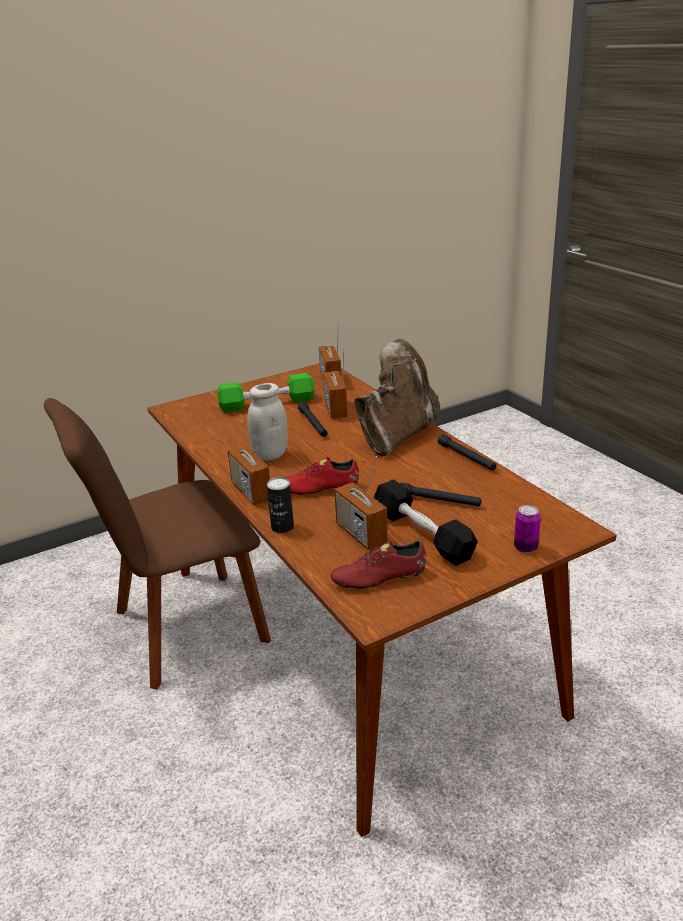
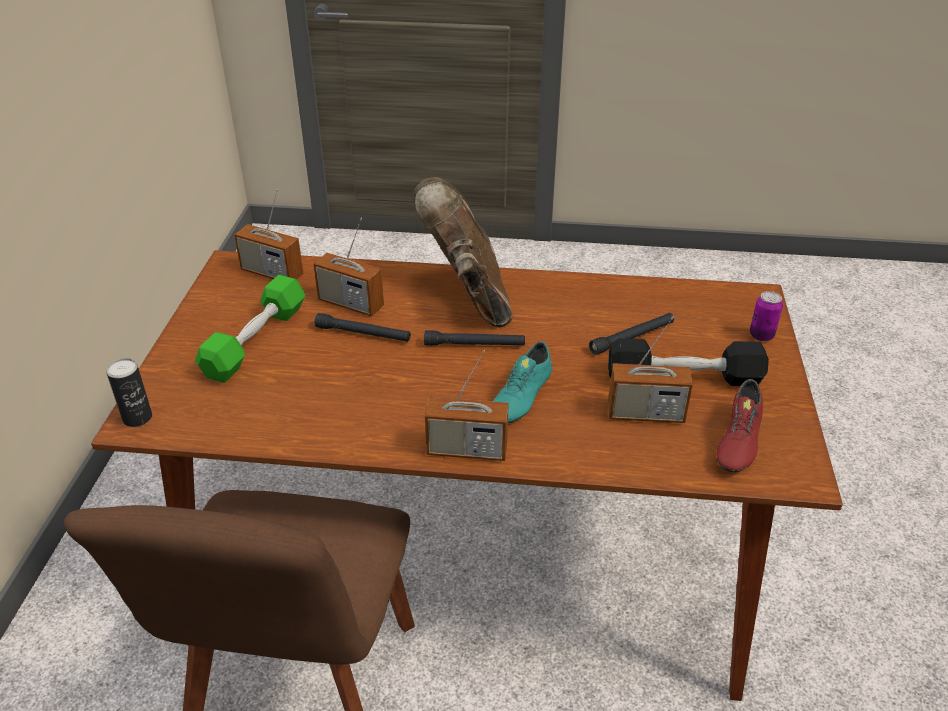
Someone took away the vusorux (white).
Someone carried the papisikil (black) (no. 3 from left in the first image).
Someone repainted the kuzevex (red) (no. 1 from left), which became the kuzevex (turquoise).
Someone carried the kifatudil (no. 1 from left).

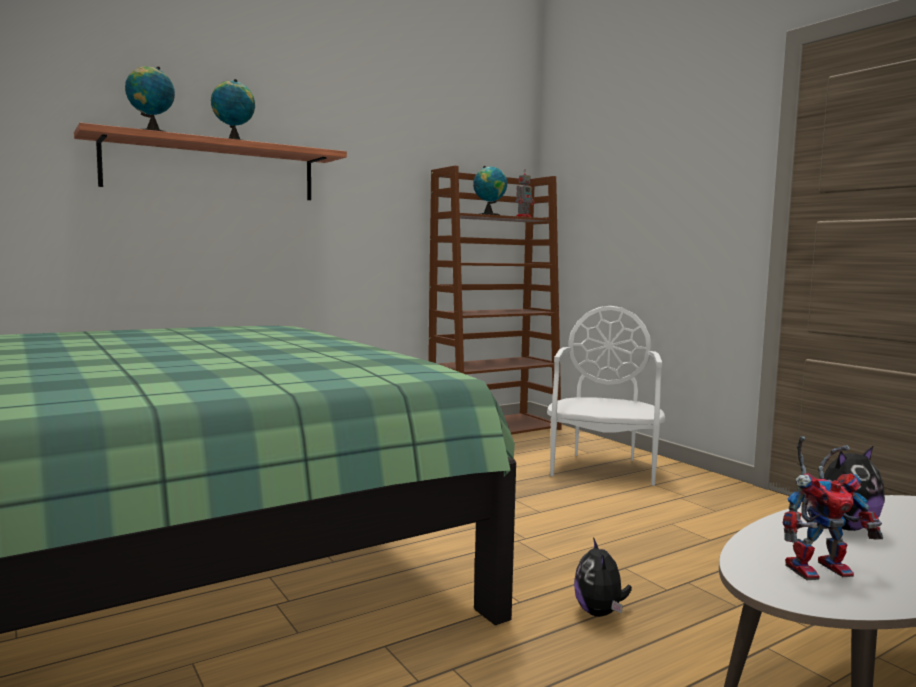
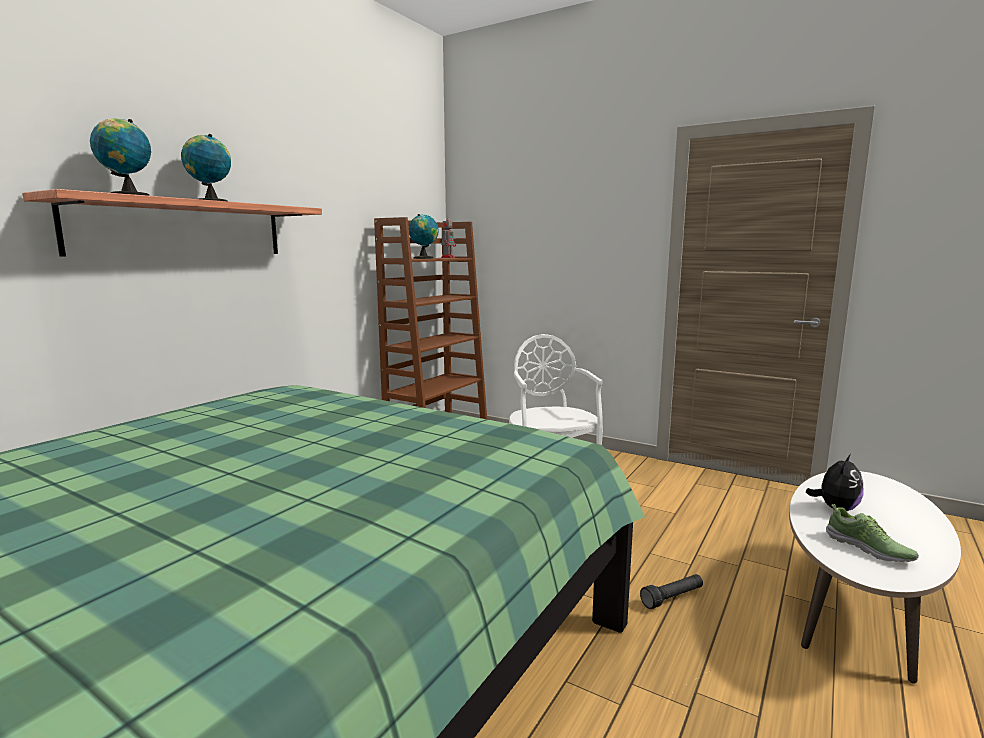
Someone swapped the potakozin (no. 2 from left) for the kuzevex.
Someone swapped the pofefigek (no. 1 from left) for the papisikil (black).

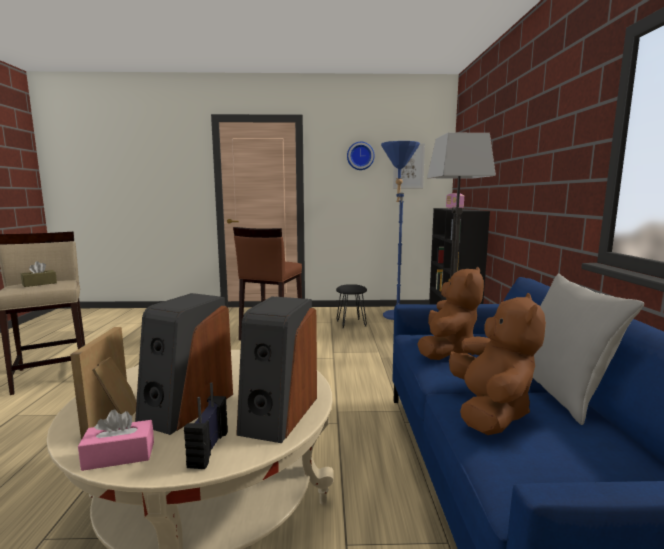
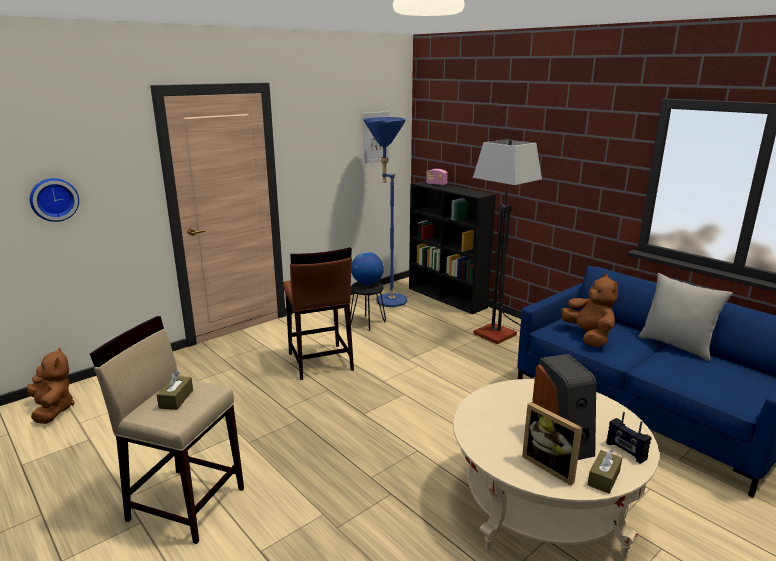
Someone carried the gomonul.
Someone carried the pofefigek (brown) (no. 2 from left in the first image).
Someone took away the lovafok (no. 2 from left).
Someone repainted the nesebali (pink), which became the nesebali (brown) (no. 2 from left).
Someone put down the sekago.

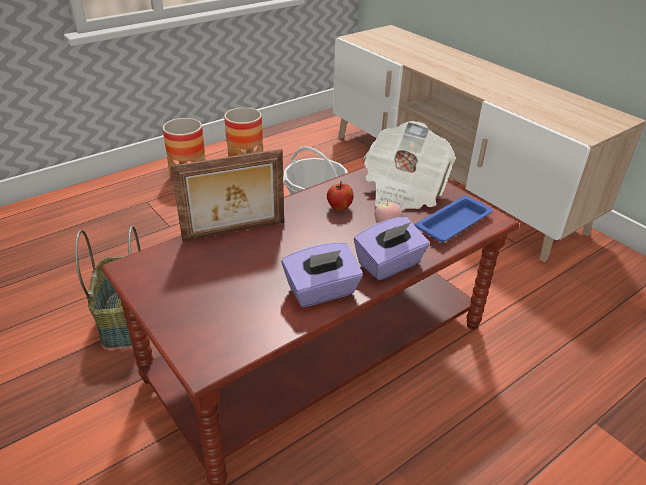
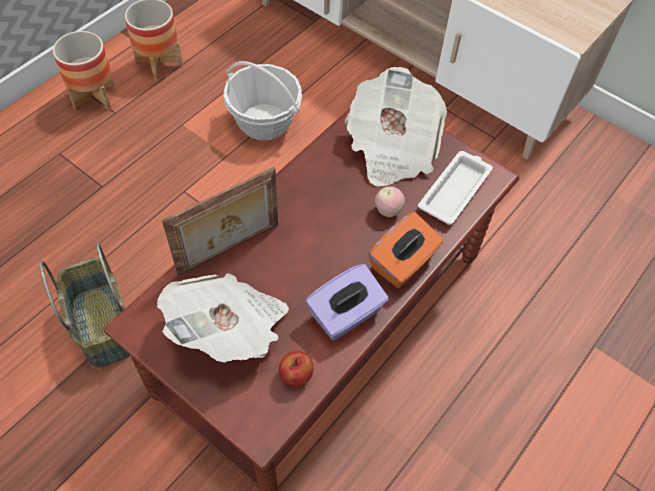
Someone carried the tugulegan (no. 1 from left).
Someone repainted the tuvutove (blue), which became the tuvutove (white).
Someone repainted the nesebali (purple) (no. 2 from left), which became the nesebali (orange).
Someone put down the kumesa (no. 1 from left).

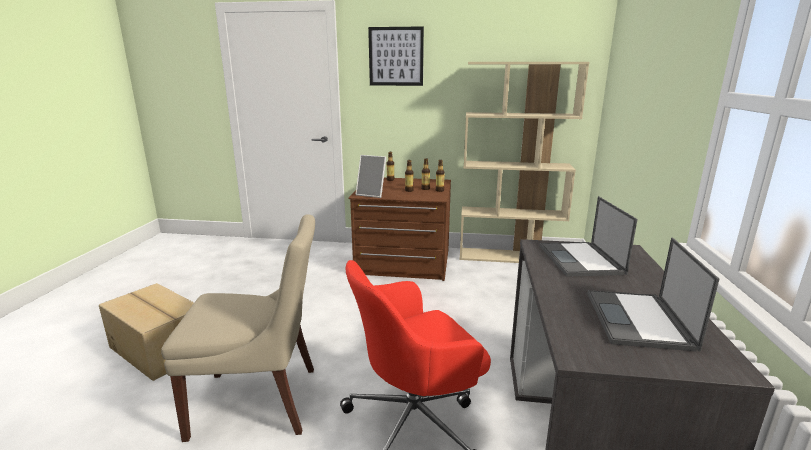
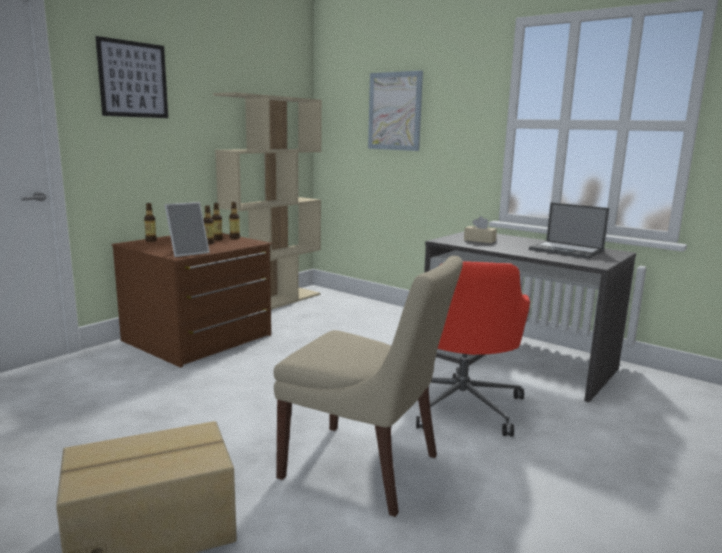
Someone swapped the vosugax (no. 1 from left) for the nesebali (beige).
Someone rotated the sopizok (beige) by 90 degrees clockwise.
Someone put up the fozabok (no. 2 from left).

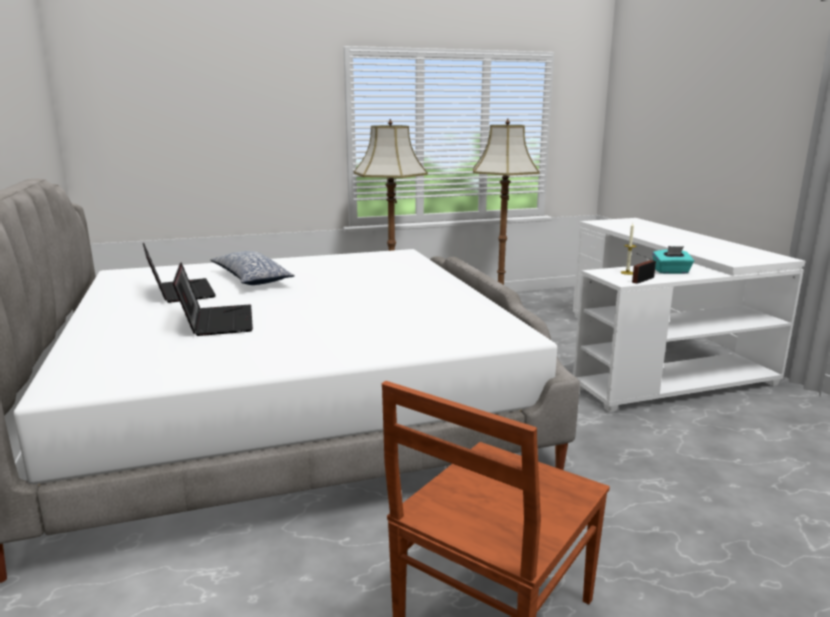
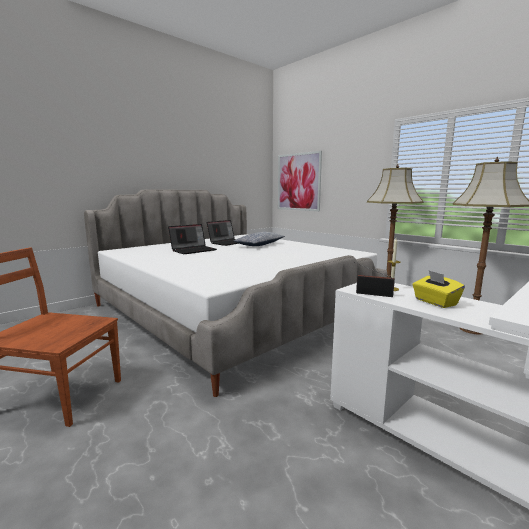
Someone repainted the nesebali (turquoise), which became the nesebali (yellow).
Someone put up the fozabok.

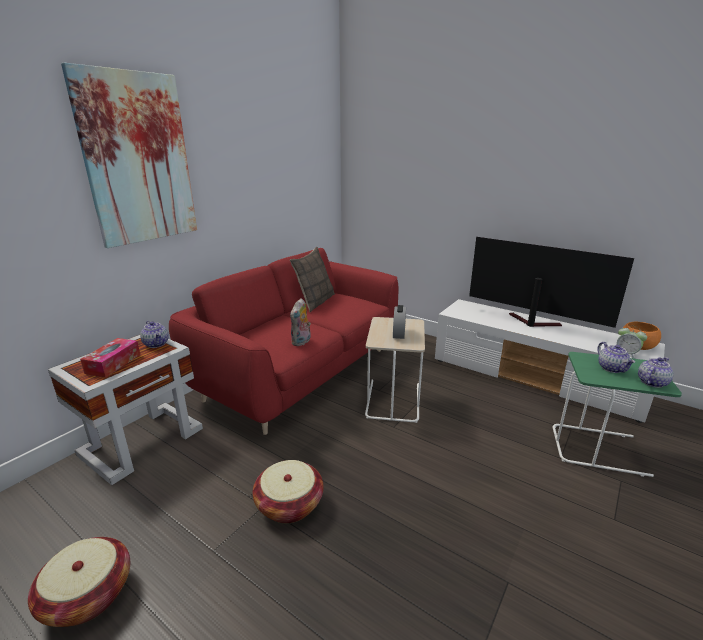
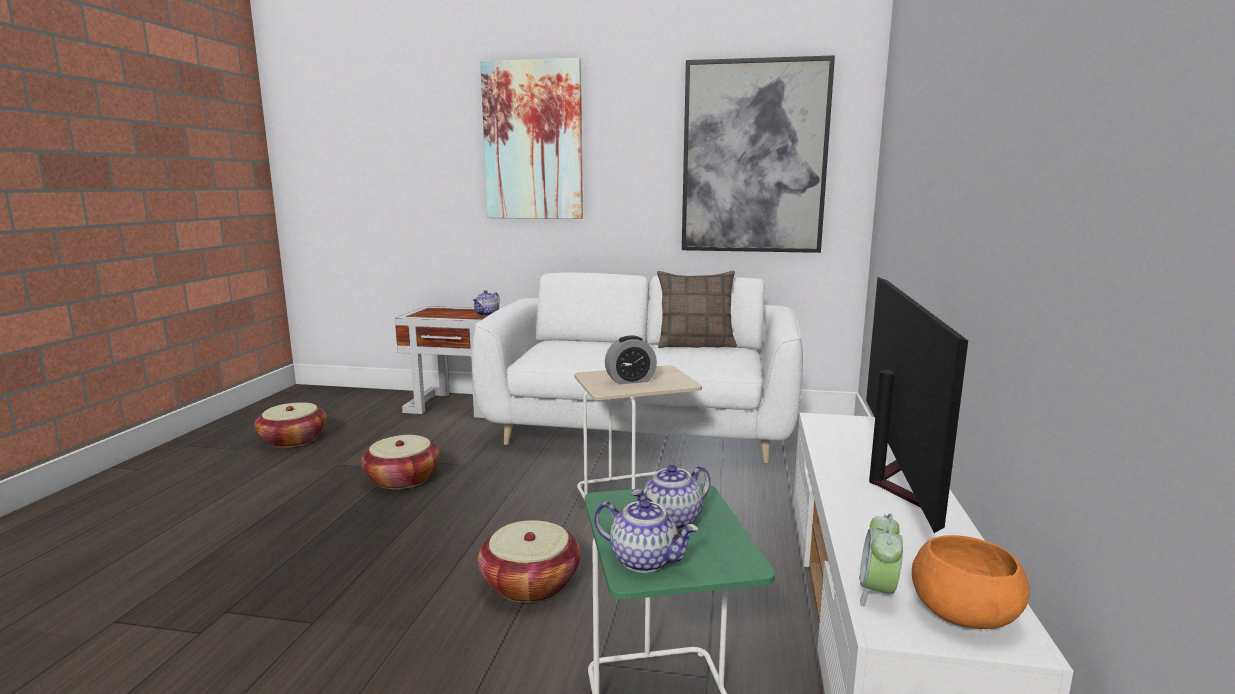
Someone repainted the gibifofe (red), which became the gibifofe (white).
Someone took away the pofefigek.
Someone took away the nesebali.
Someone put up the fozabok (no. 2 from left).
Someone put down the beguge (no. 3 from left).

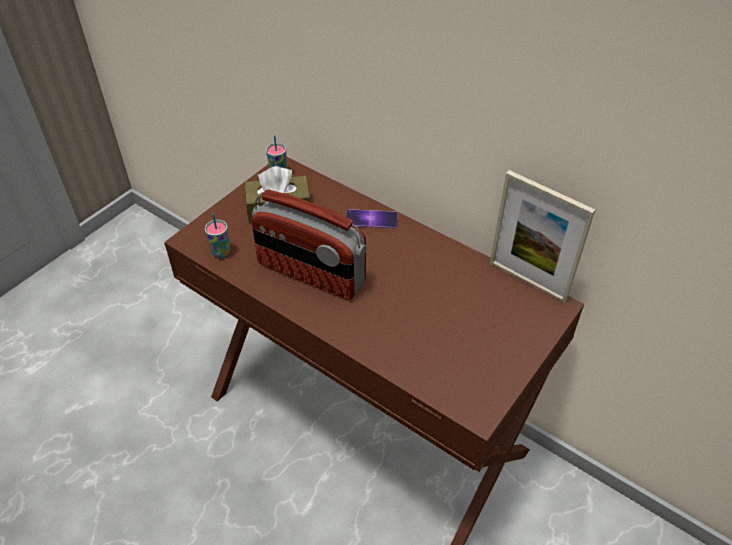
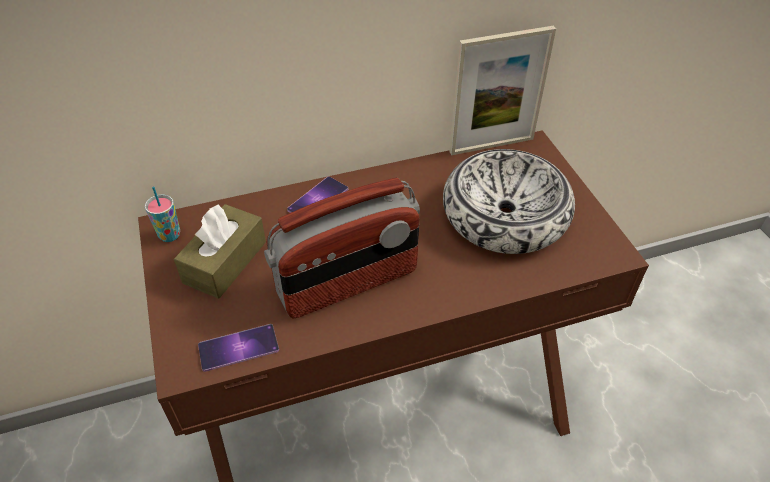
Someone swapped the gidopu (no. 1 from left) for the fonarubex (no. 1 from left).
Someone put down the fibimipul.

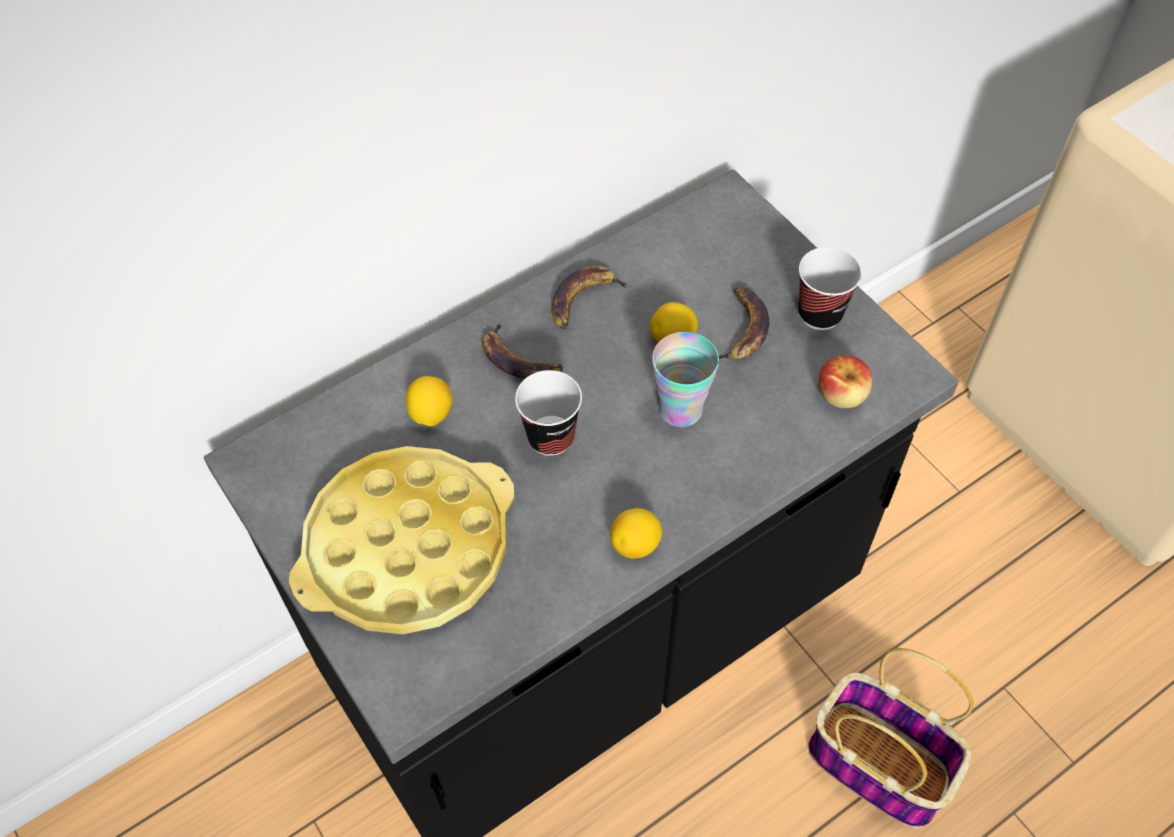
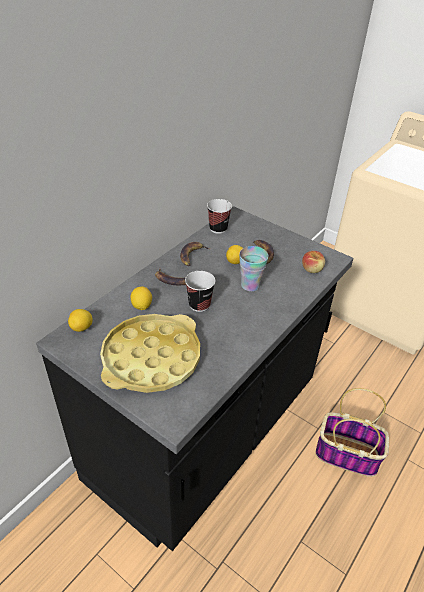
Someone carried the gidopu (no. 3 from left in the first image).
Someone carried the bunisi (no. 2 from left in the first image).

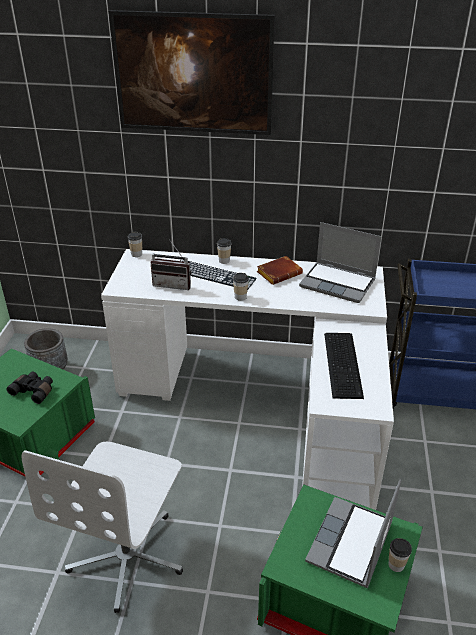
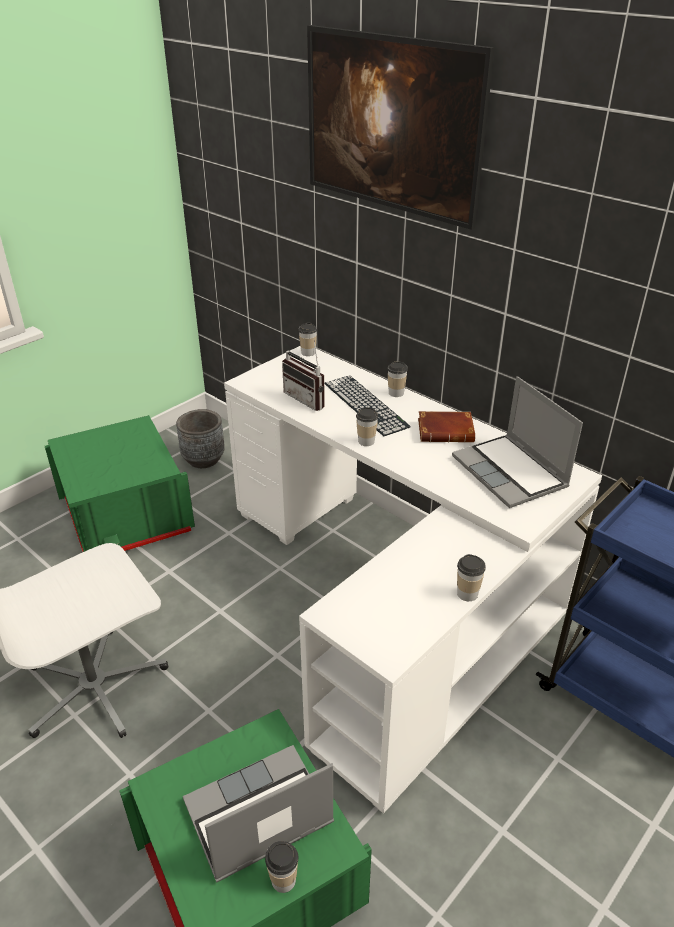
Someone took away the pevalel (no. 2 from left).
Someone took away the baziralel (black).
Someone put down the gidopu (no. 5 from left).

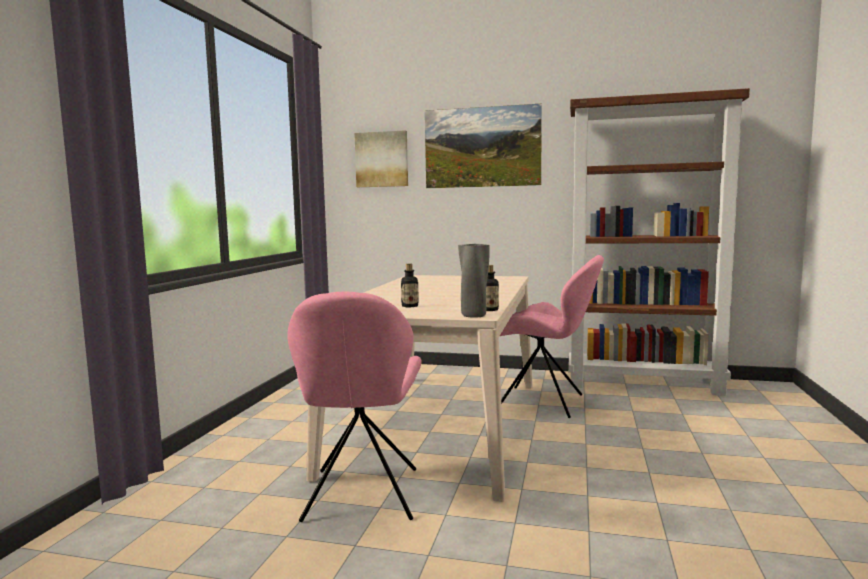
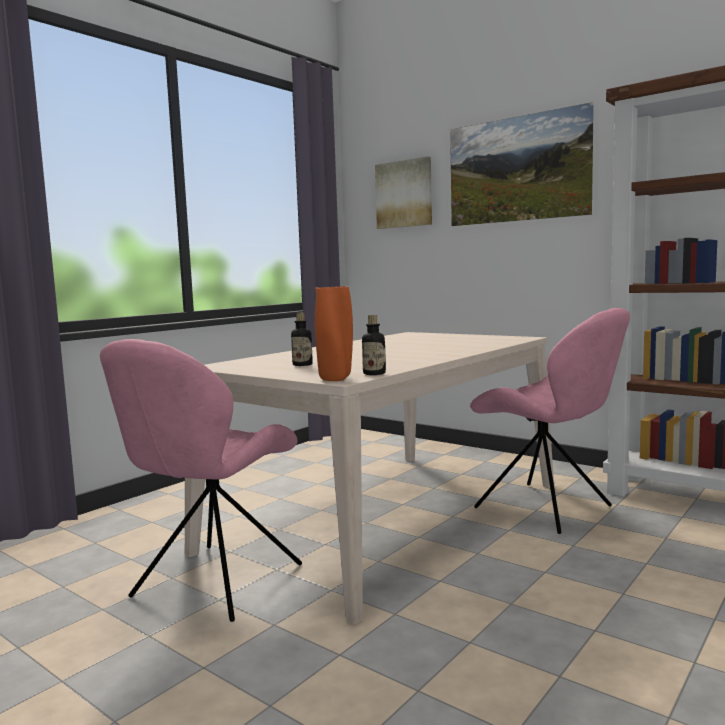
Someone repainted the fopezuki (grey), which became the fopezuki (orange).

